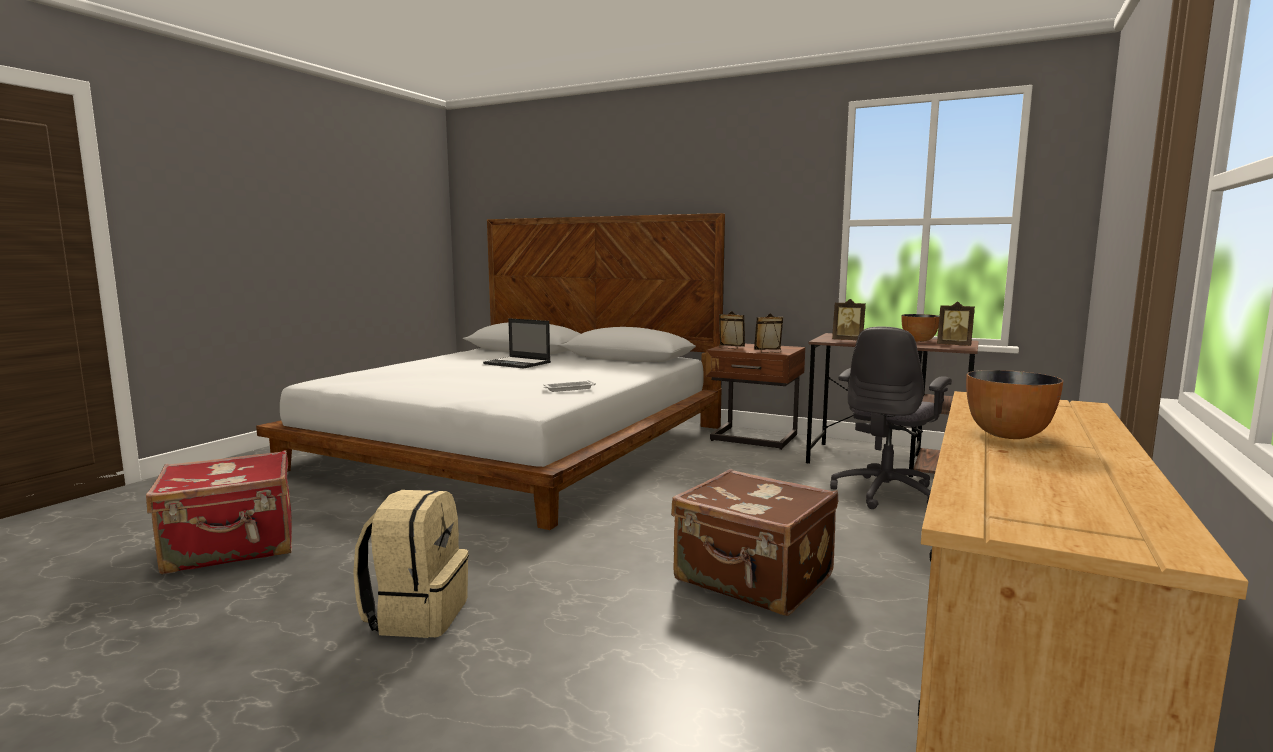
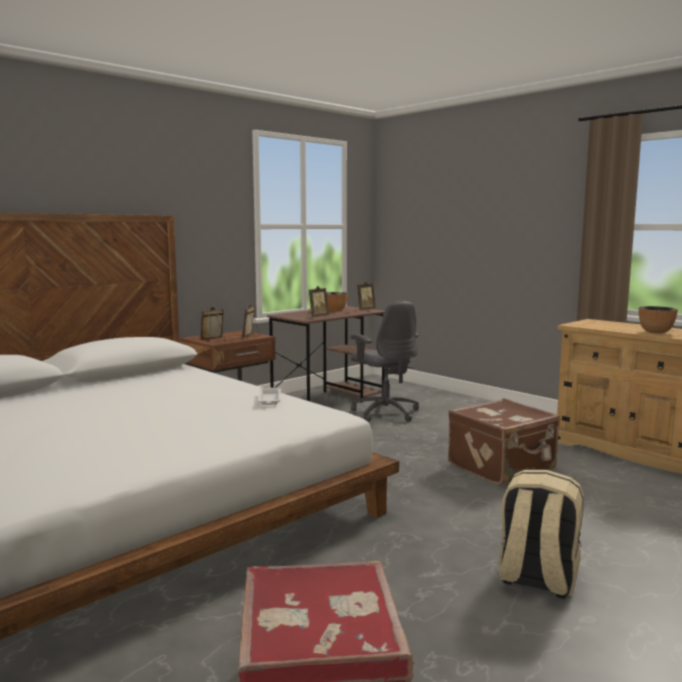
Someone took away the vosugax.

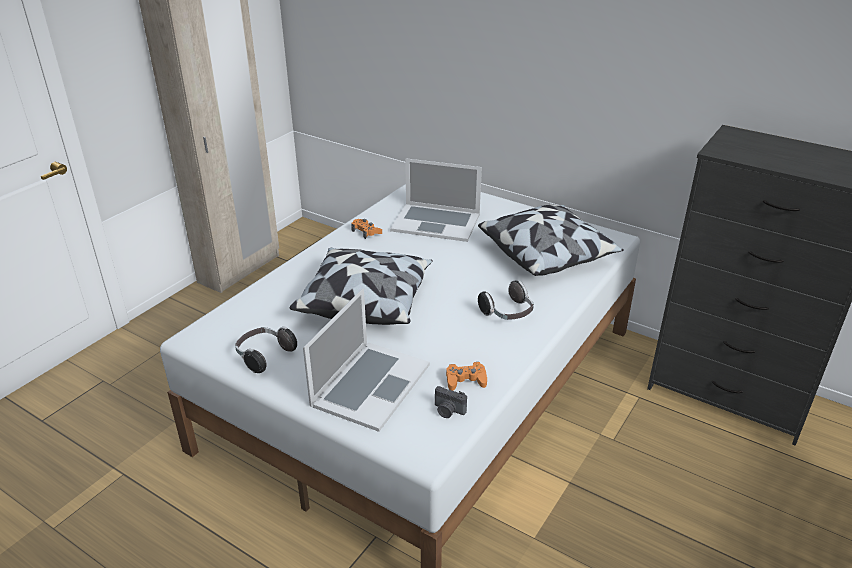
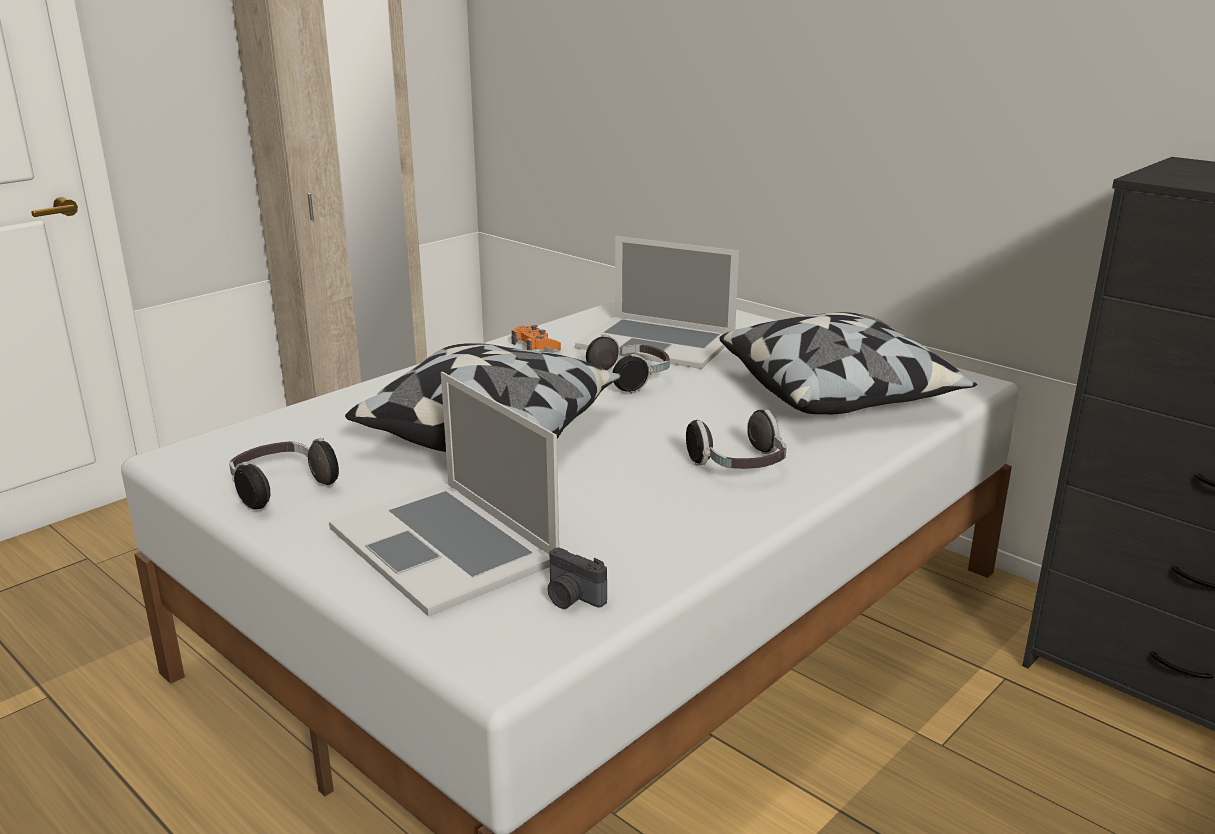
Someone rotated the vosugax (no. 1 from left) by 105 degrees clockwise.
Someone took away the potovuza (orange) (no. 2 from left).
Someone put down the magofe (no. 2 from left).

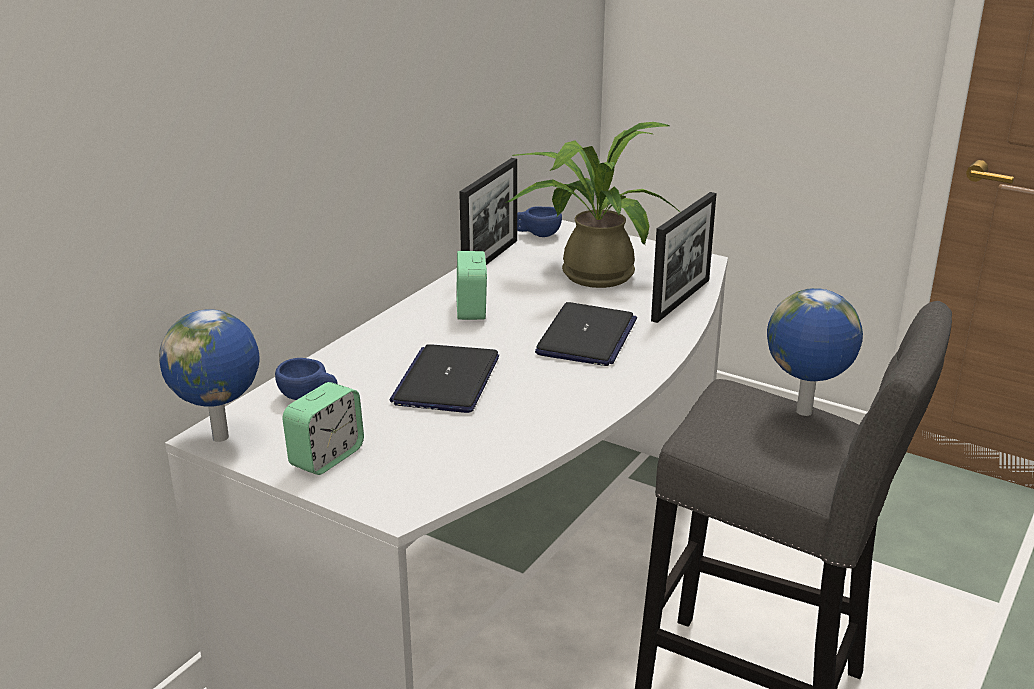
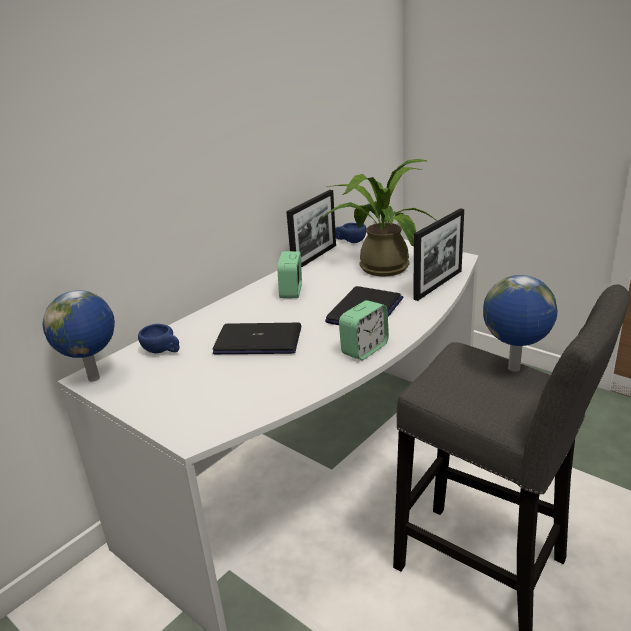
Someone rotated the vosugax (no. 1 from left) by 75 degrees clockwise.
Someone carried the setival (no. 1 from left in the first image).

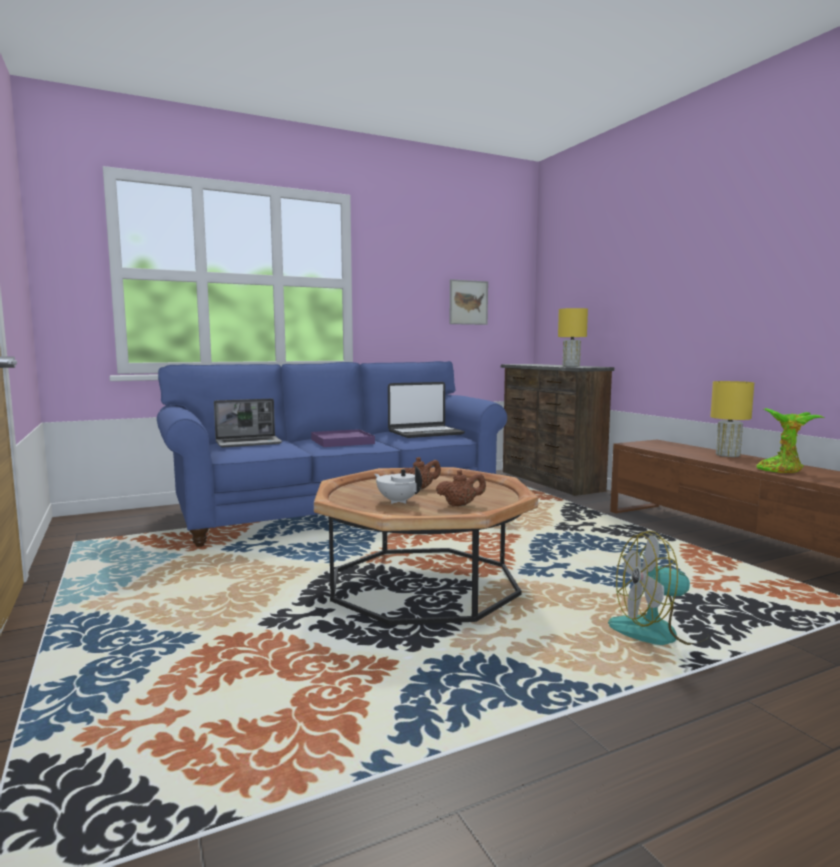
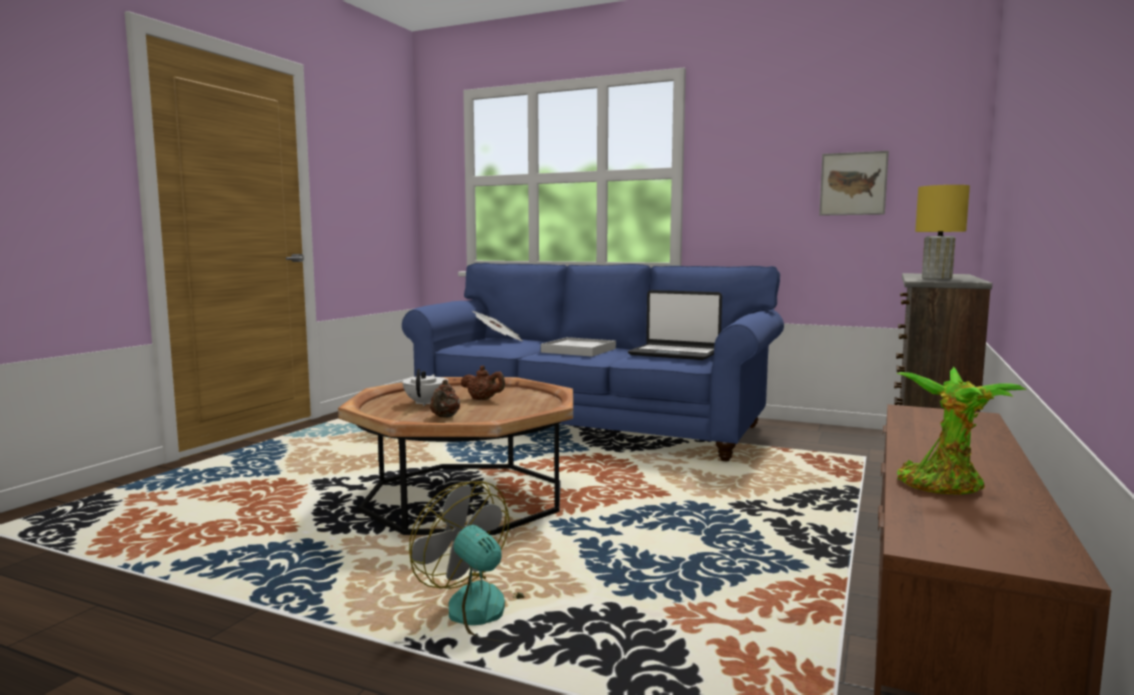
Someone took away the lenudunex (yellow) (no. 2 from left).
Someone swapped the vosugax (no. 1 from left) for the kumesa.
Someone repainted the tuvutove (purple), which became the tuvutove (white).
Someone rotated the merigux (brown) (no. 2 from left in the first image) by 60 degrees clockwise.

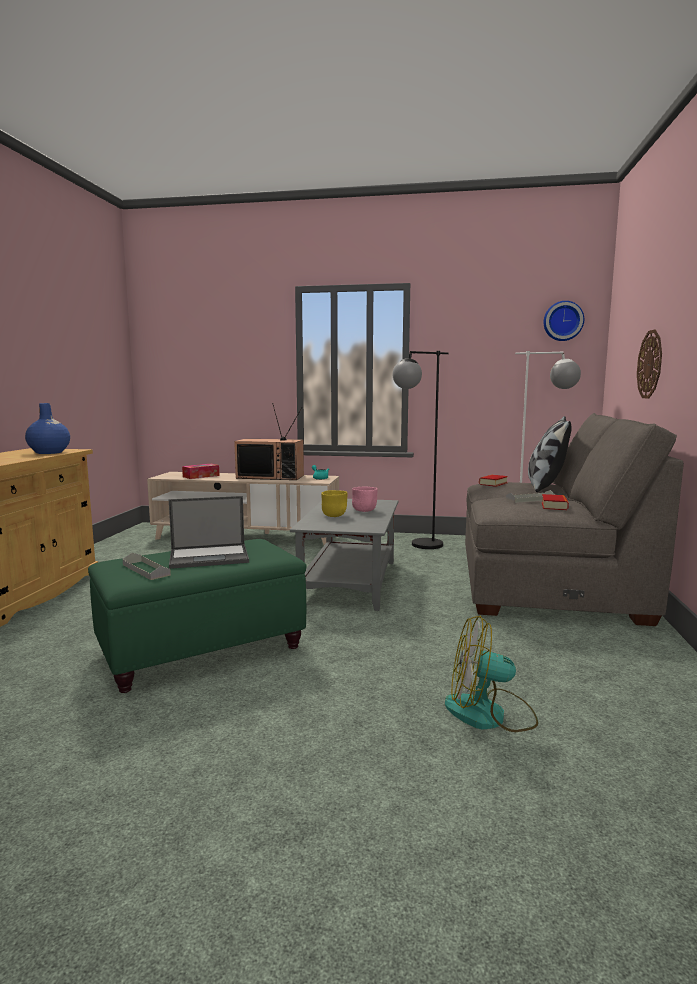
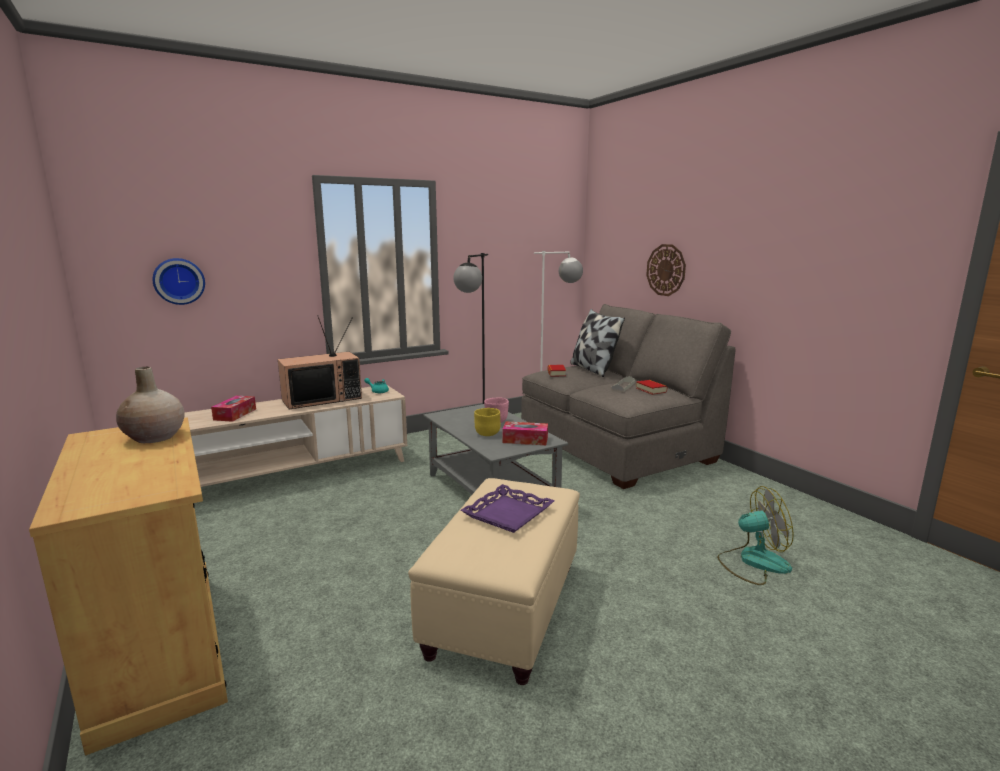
Someone carried the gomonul (no. 1 from left).
Someone repainted the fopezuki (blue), which became the fopezuki (beige).
Someone swapped the vosugax for the tuvutove (purple).
Someone repainted the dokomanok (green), which became the dokomanok (beige).
Someone took away the tuvutove (grey) (no. 1 from left).
Someone rotated the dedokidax by 150 degrees counterclockwise.
Someone put down the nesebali (no. 2 from left).

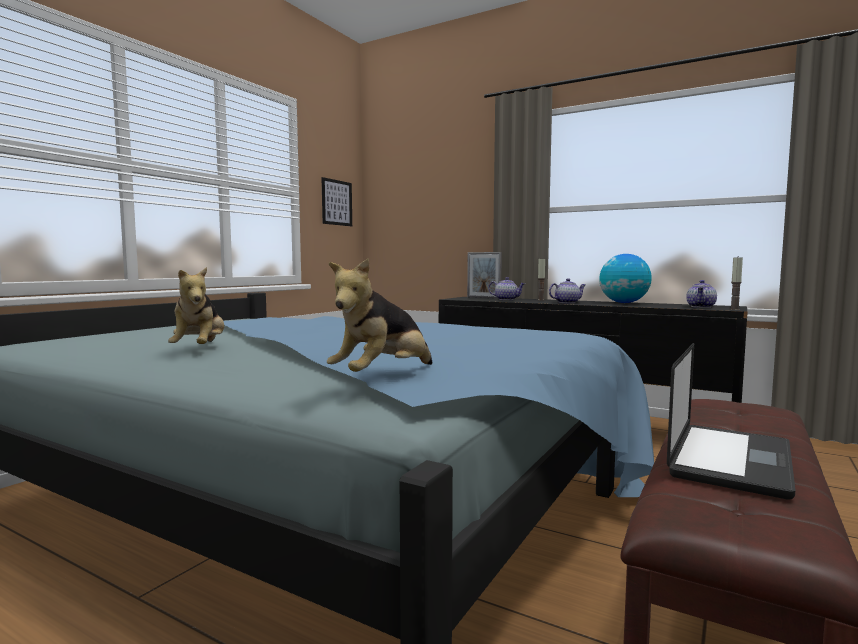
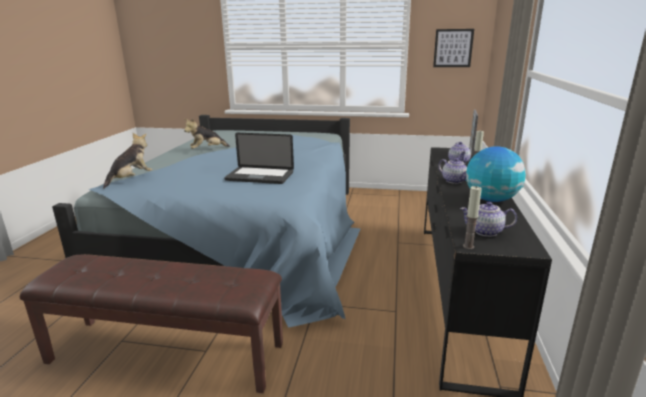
Someone rotated the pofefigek (no. 2 from left in the first image) by 105 degrees clockwise.
Someone carried the vosugax.

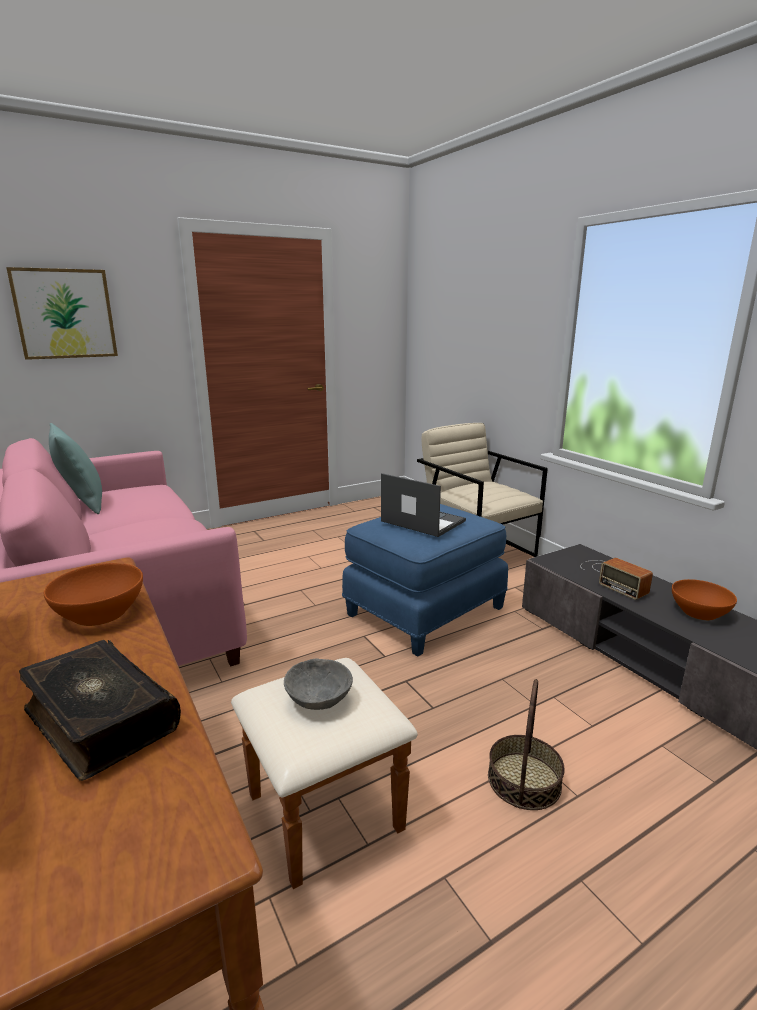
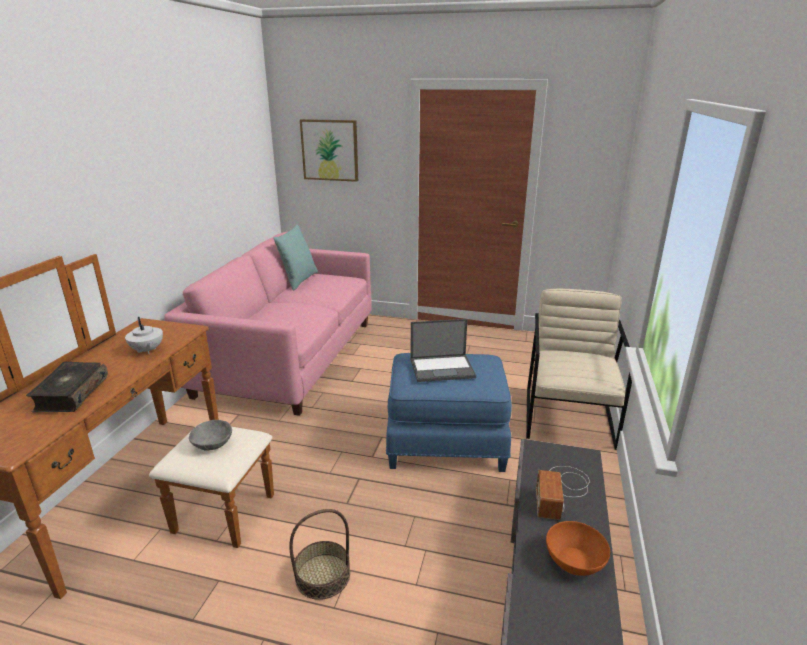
Someone rotated the vosugax by 90 degrees clockwise.
Someone swapped the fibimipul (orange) (no. 1 from left) for the merigux (white).

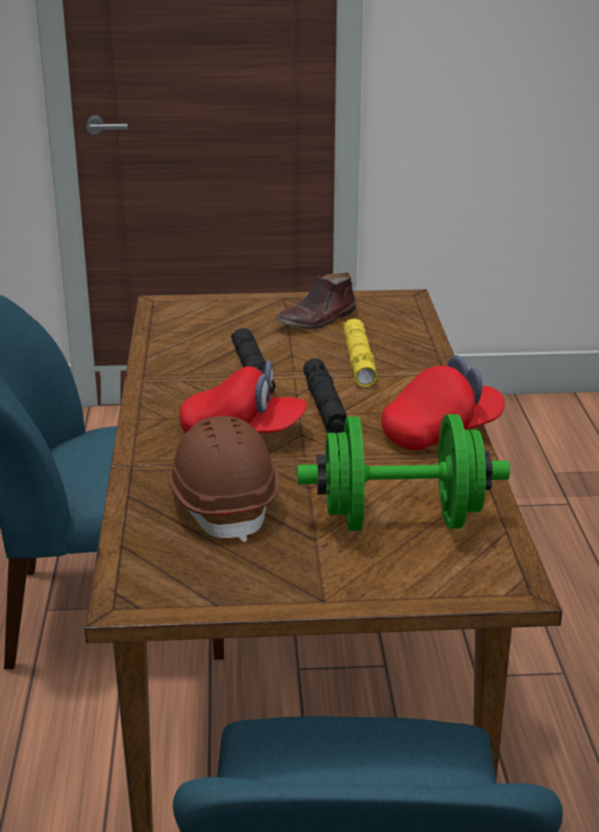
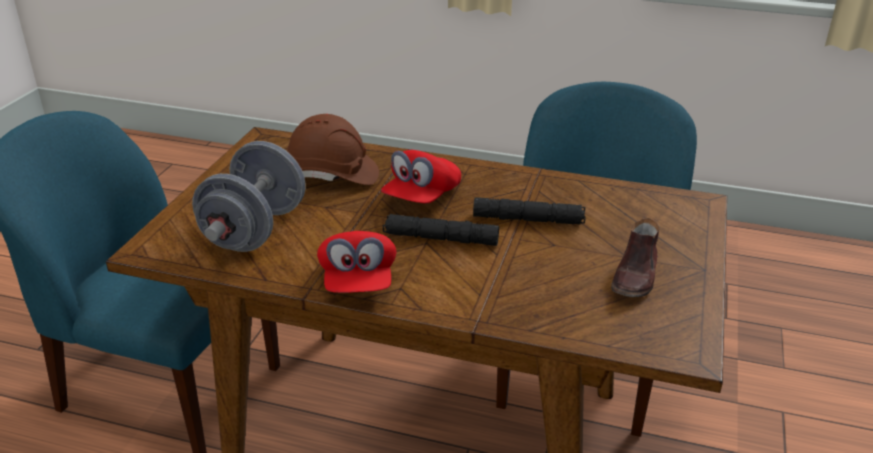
Someone rotated the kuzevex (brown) by 135 degrees counterclockwise.
Someone took away the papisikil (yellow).
Someone repainted the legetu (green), which became the legetu (grey).

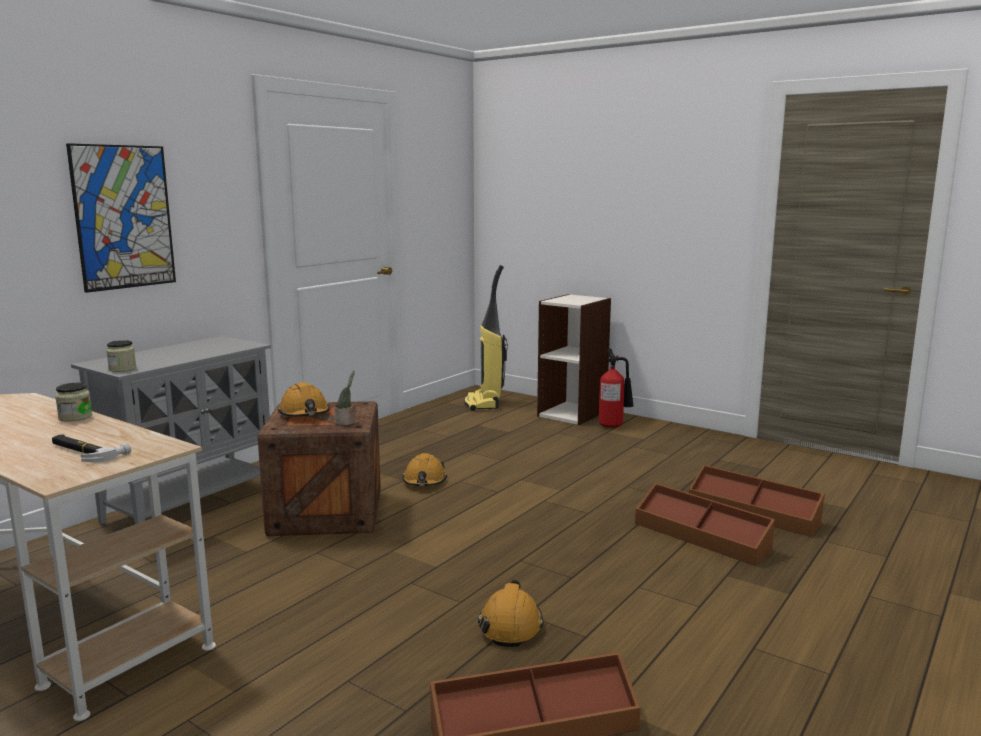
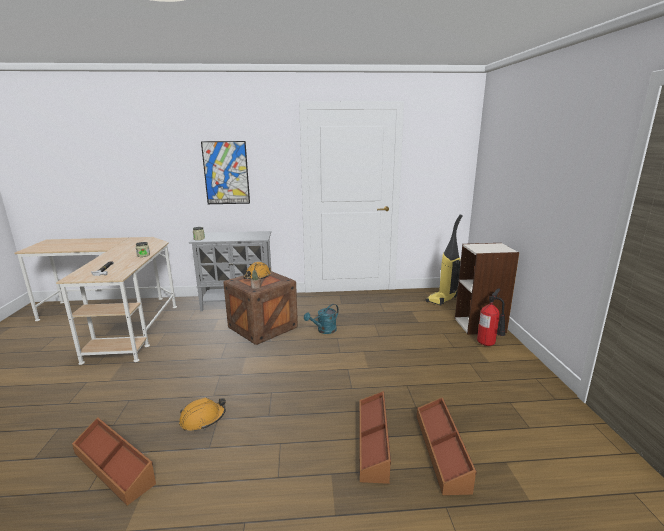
Someone swapped the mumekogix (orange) (no. 2 from left) for the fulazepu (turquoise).

